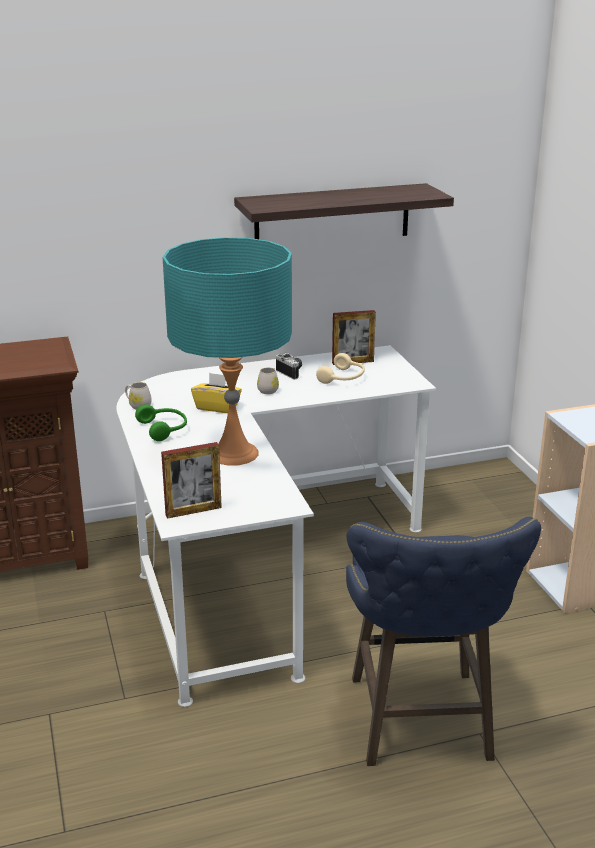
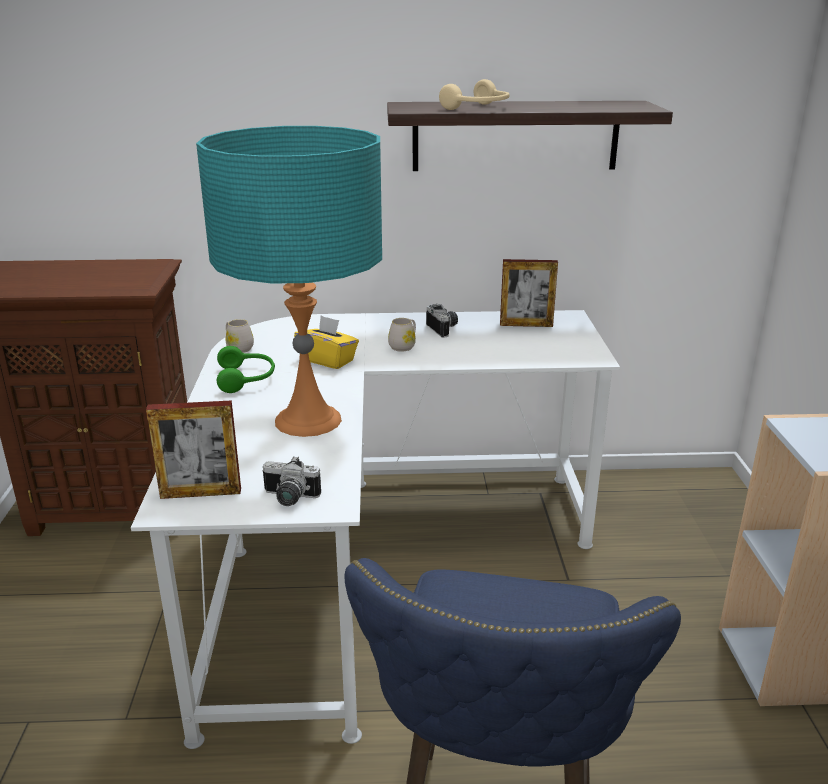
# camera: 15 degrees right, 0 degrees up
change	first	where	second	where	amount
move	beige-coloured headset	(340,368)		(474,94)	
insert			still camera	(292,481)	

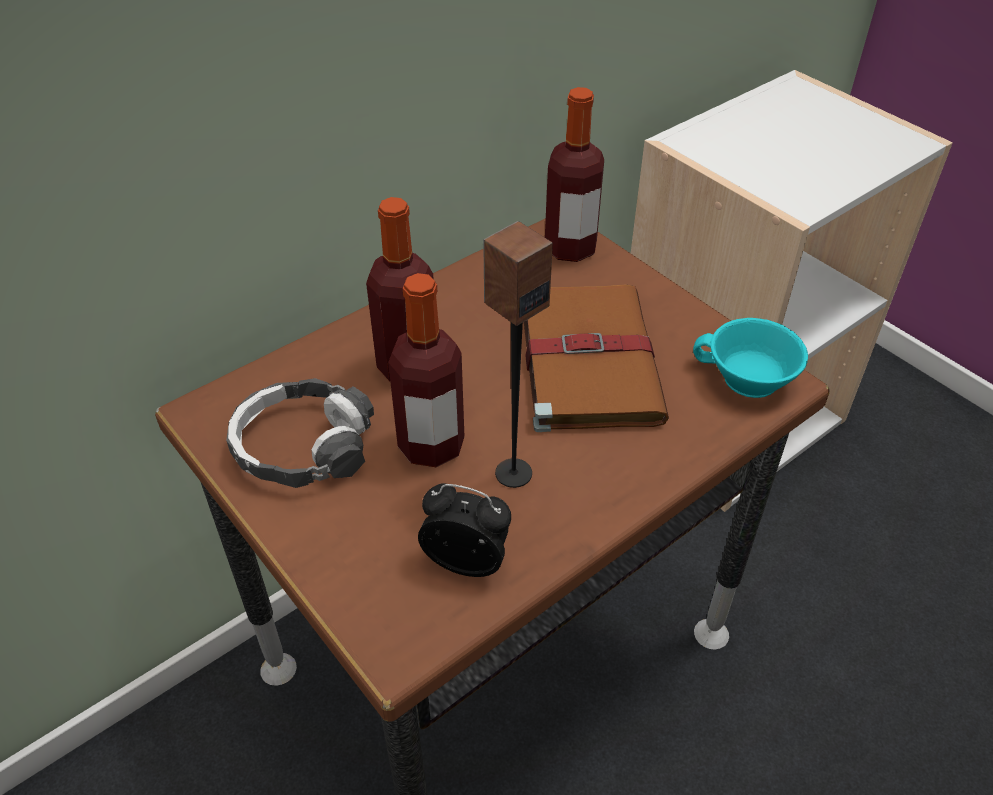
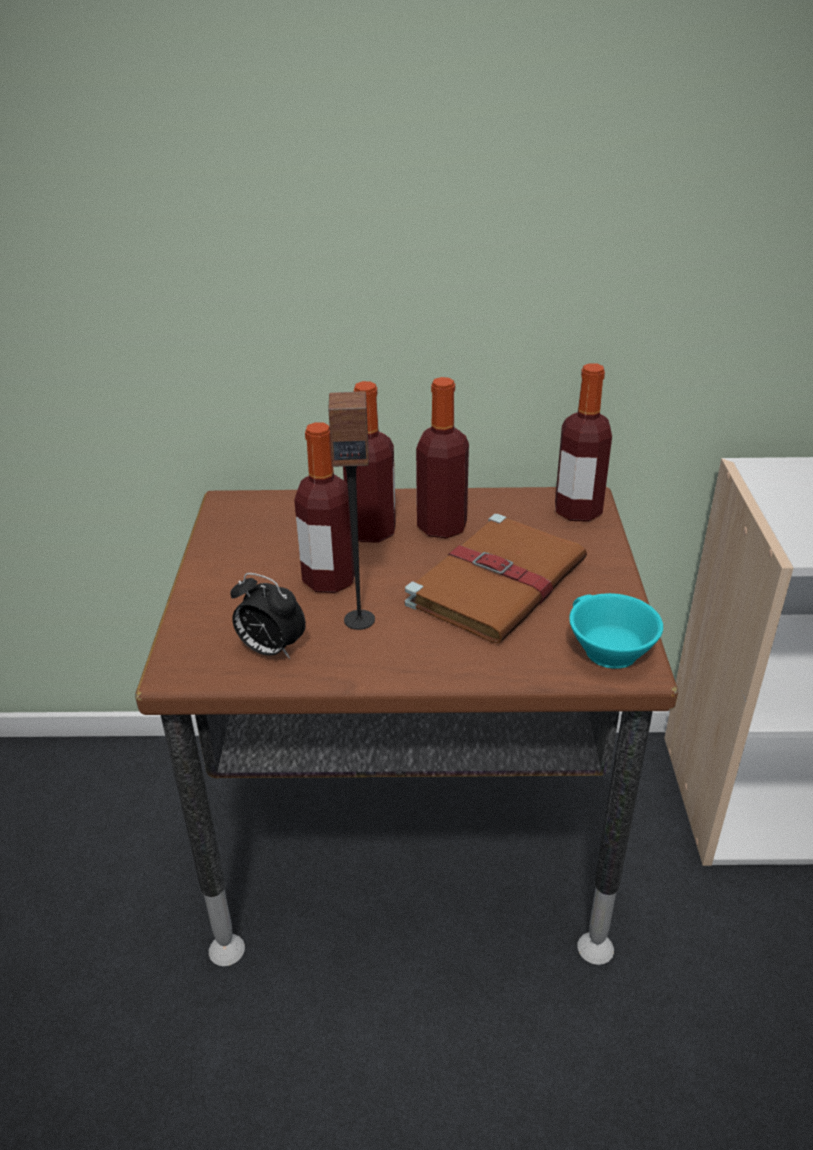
# camera: 40 degrees right, 10 degrees down
change	first	where	second	where	amount
delete	headset	(300,433)			
rotate	table clock	(464,530)		(268,616)	150 degrees clockwise
insert			bottle	(442,457)	

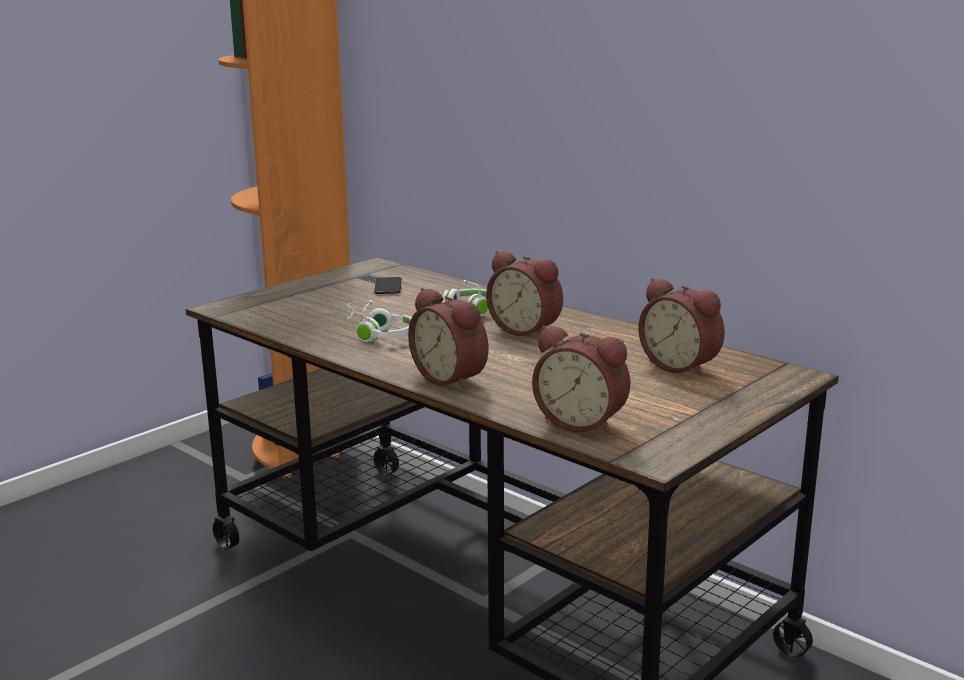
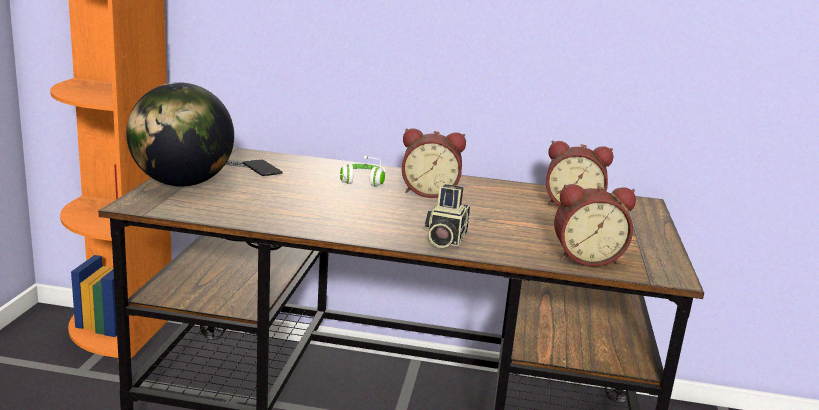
# camera: 35 degrees left, 0 degrees up
change	first	where	second	where	amount
delete	white-coloured headset	(378,321)			
replace	table clock	(448,339)	still camera	(447,216)	
insert			desk globe	(180,134)	

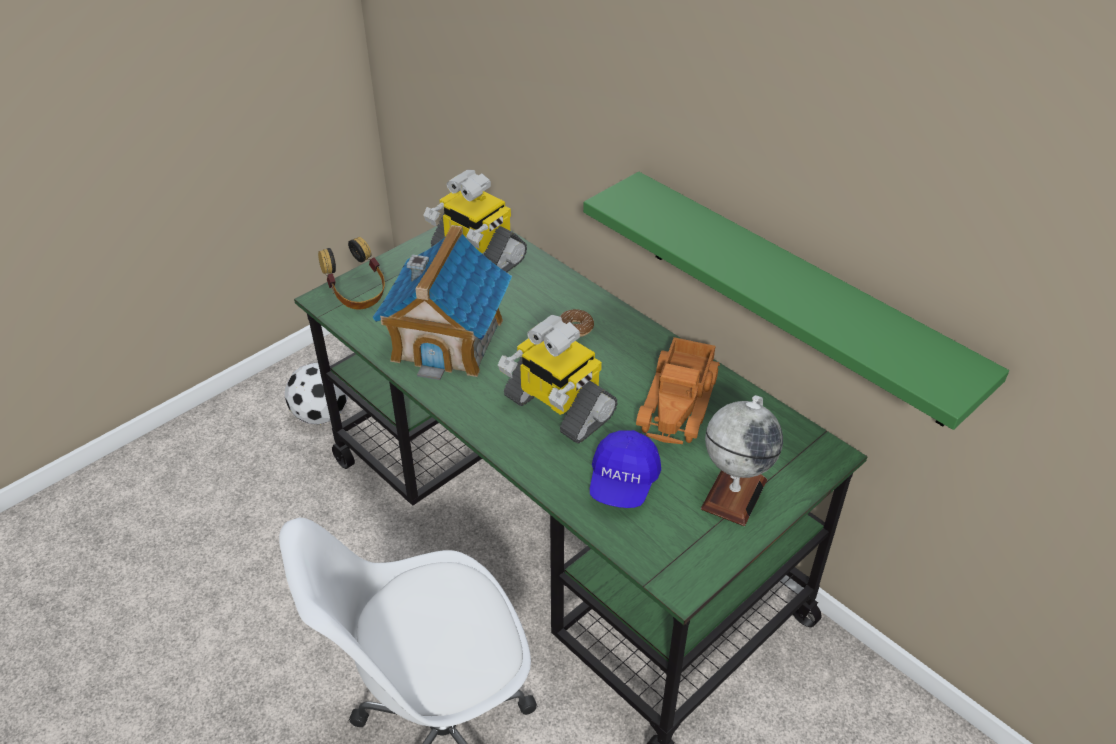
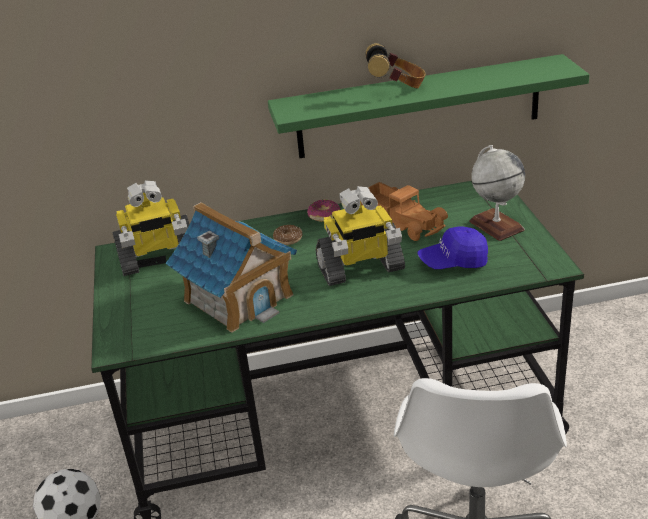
# camera: 55 degrees left, 10 degrees down
change	first	where	second	where	amount
move	headset	(351,273)		(395,66)	
rotate	blue cap	(625,469)		(453,247)	120 degrees clockwise
insert			ring doughnut	(323,210)	

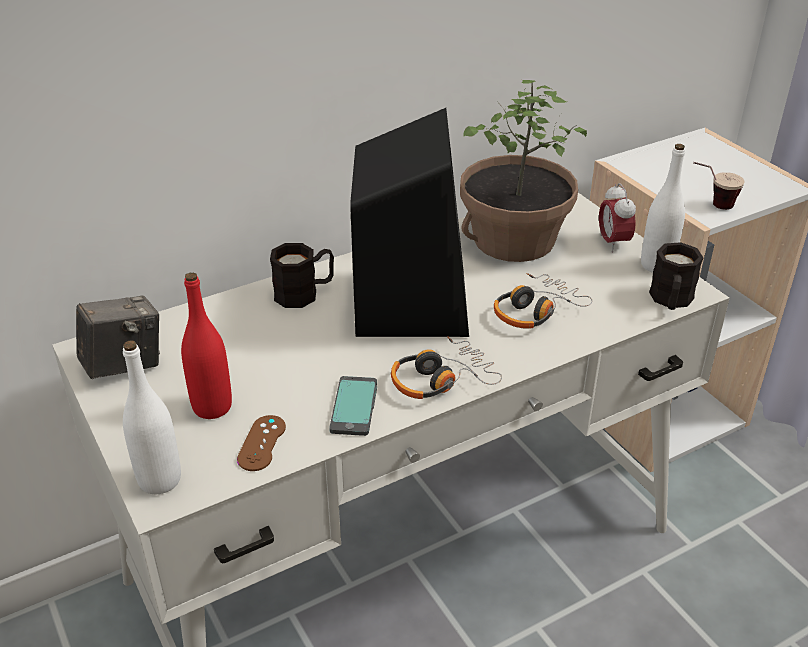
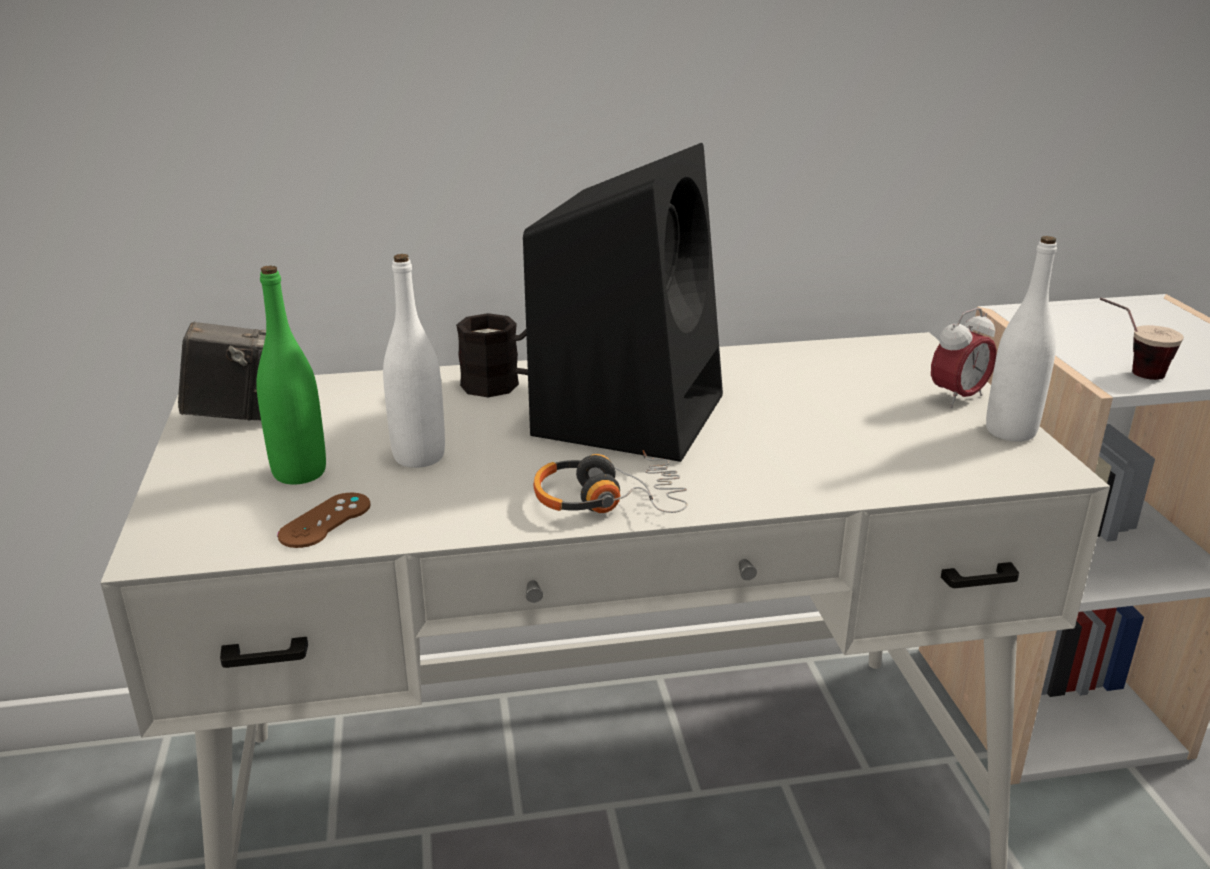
# camera: 20 degrees right, 10 degrees down
change	first	where	second	where	amount
move	white-coloured bottle	(152,417)		(414,361)	
recolor	red-coloured bottle	(206,345)	green bottle	(291,374)	
delete	telephone	(353,406)			
delete	potted plant	(523,171)			
delete	headset	(543,301)			
rotate	table clock	(617,218)		(964,358)	135 degrees counterclockwise
delete	blackish mug	(676,276)			

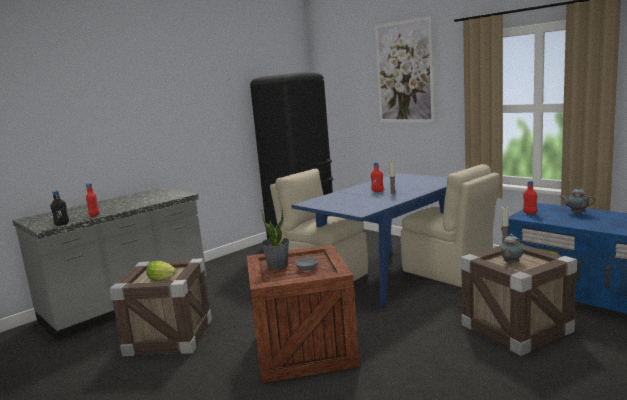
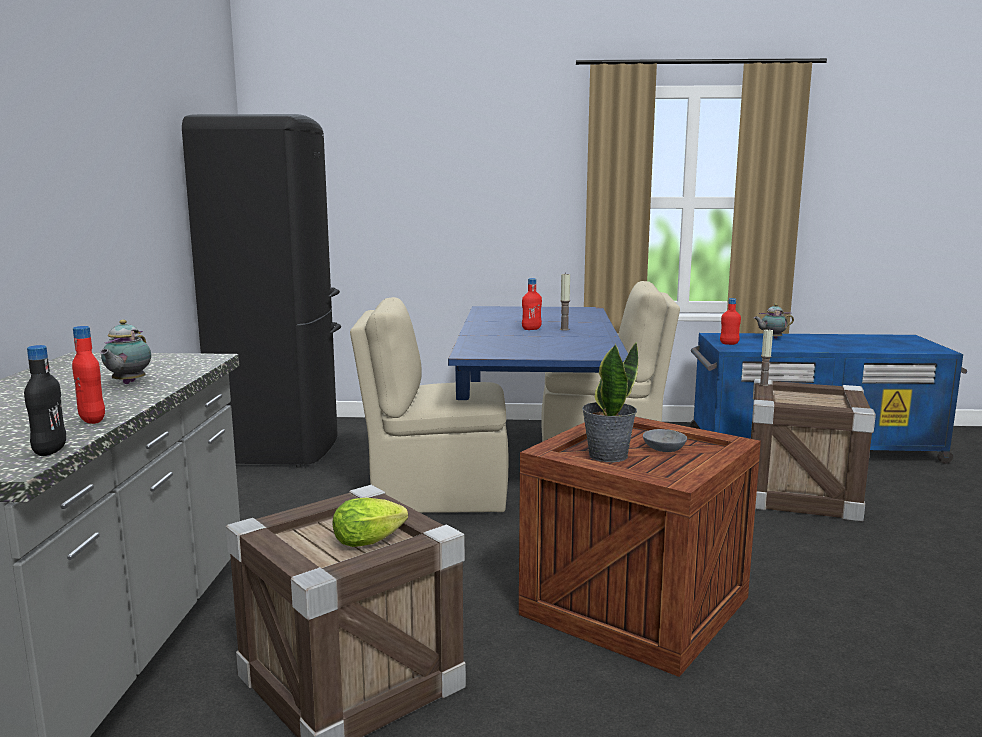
# camera: 45 degrees left, 0 degrees up
change	first	where	second	where	amount
delete	wall art	(405,69)			
move	tea pot	(511,249)		(125,352)	

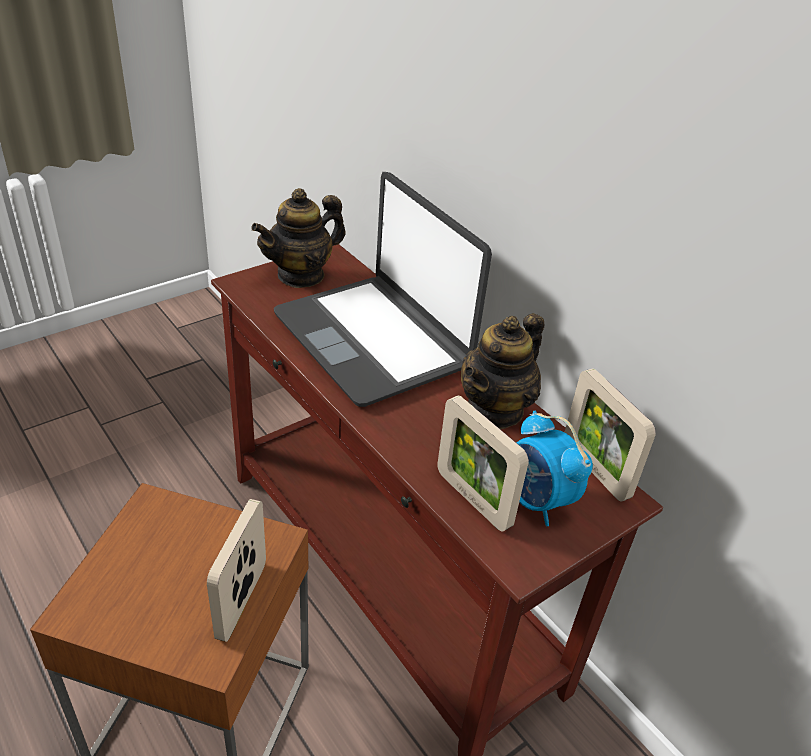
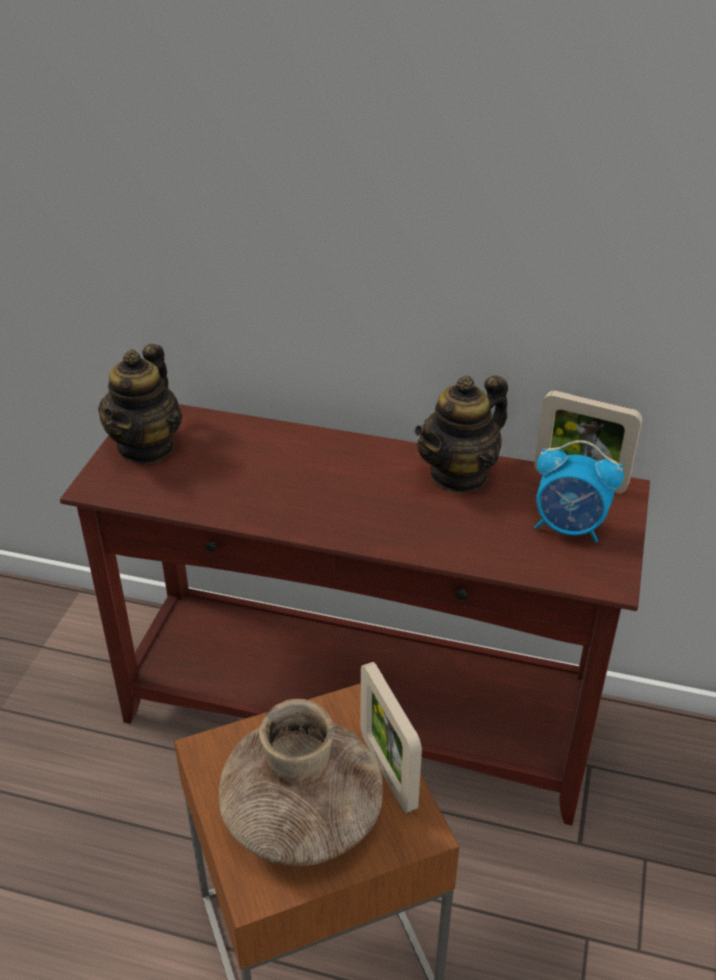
# camera: 35 degrees left, 0 degrees up
change	first	where	second	where	amount
delete	notebook computer	(383,289)			
delete	standing frame	(483,464)			
rotate	tea pot	(502,371)		(461,434)	45 degrees clockwise
insert			brownish decorative vase	(301,782)	

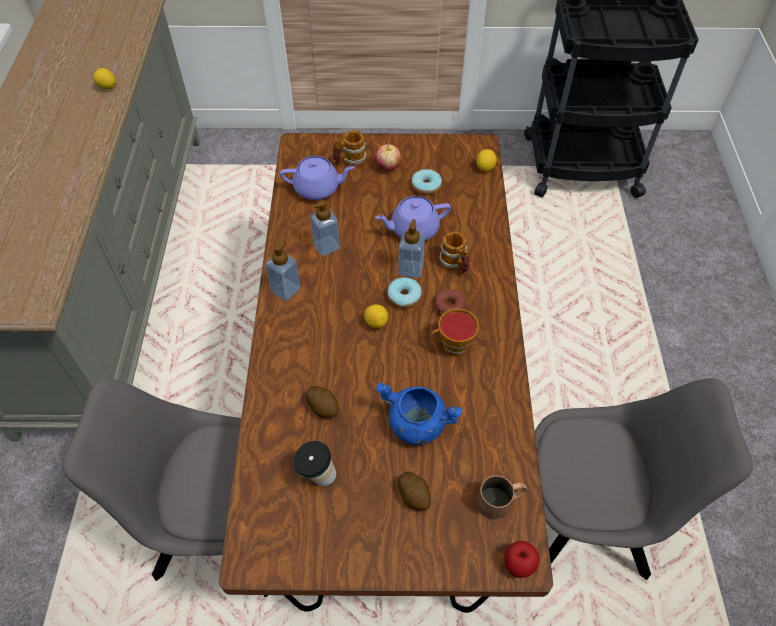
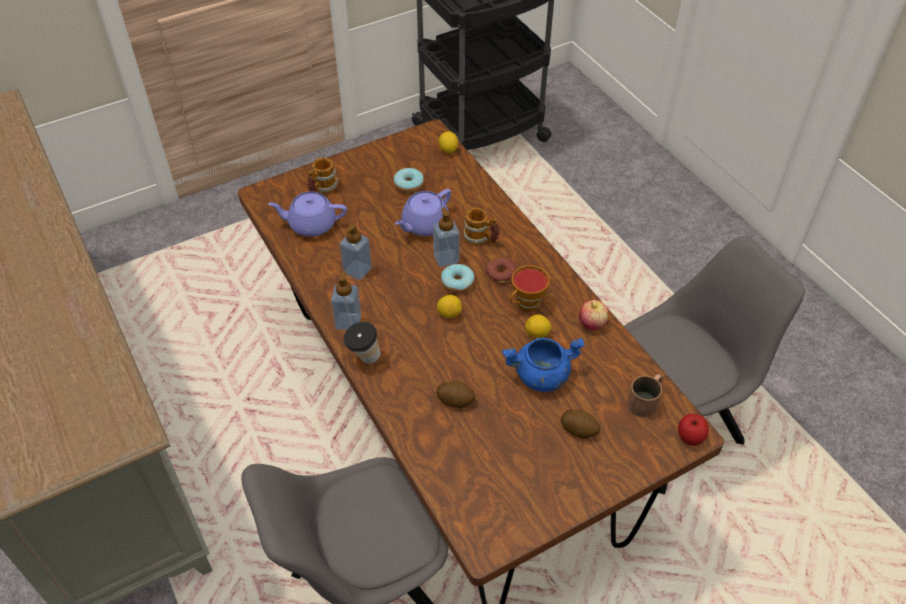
# camera: 30 degrees left, 5 degrees down
change	first	where	second	where	amount
move	whole lemon	(104,79)		(538,326)	
rotate	purplish tea pot	(317,178)		(307,214)	150 degrees counterclockwise
move	drinking cup	(314,463)		(362,343)	
move	apple fruit	(388,157)		(594,315)	

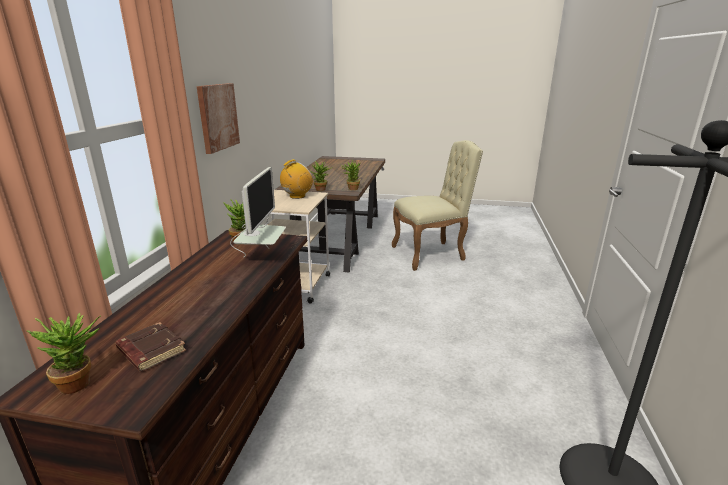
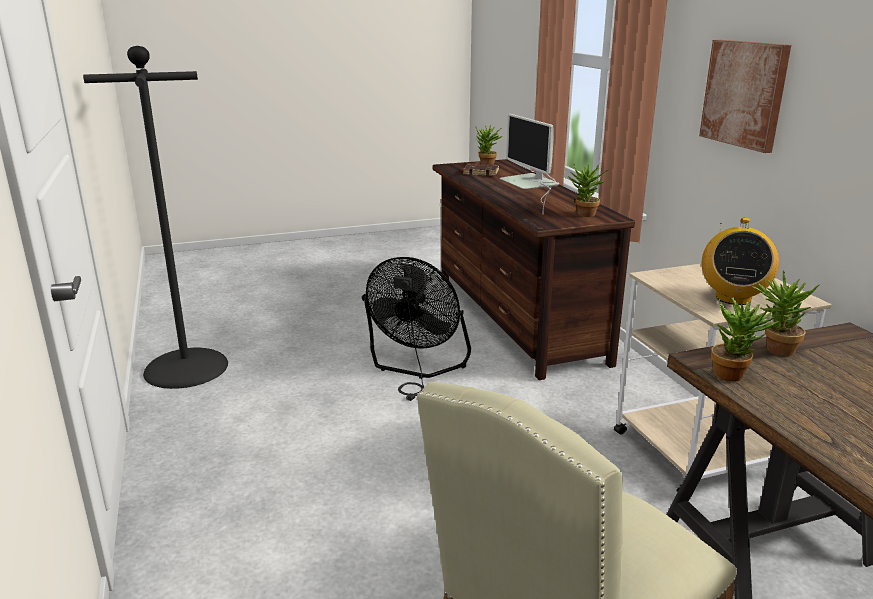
# camera: 150 degrees right, 0 degrees up
change	first	where	second	where	amount
insert			blackish fan	(416,329)	

